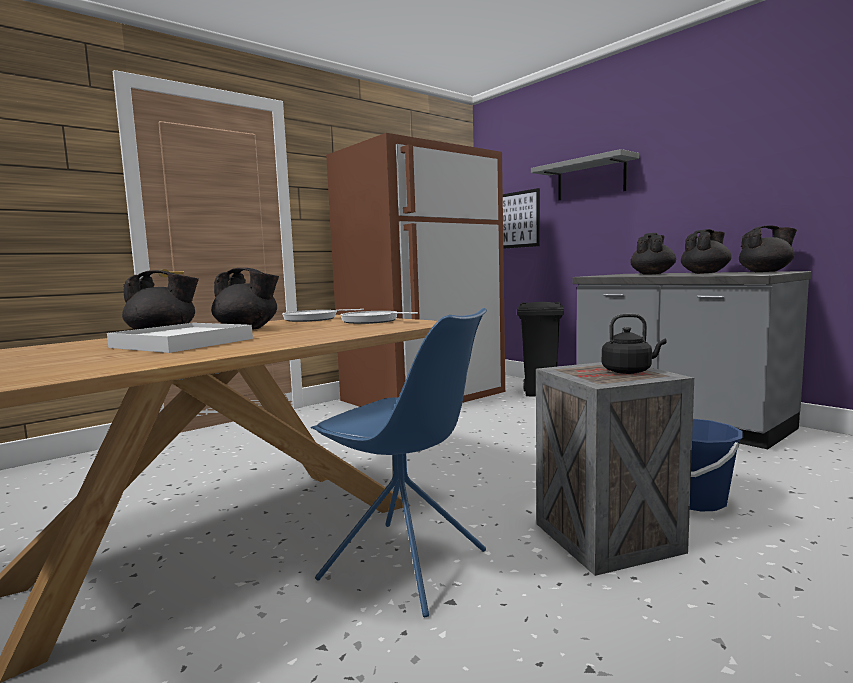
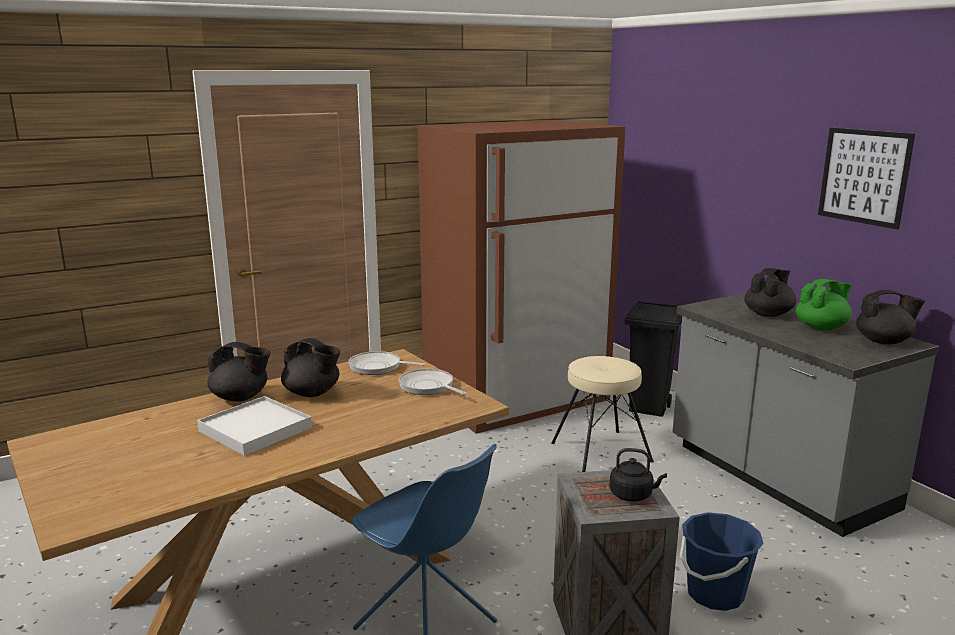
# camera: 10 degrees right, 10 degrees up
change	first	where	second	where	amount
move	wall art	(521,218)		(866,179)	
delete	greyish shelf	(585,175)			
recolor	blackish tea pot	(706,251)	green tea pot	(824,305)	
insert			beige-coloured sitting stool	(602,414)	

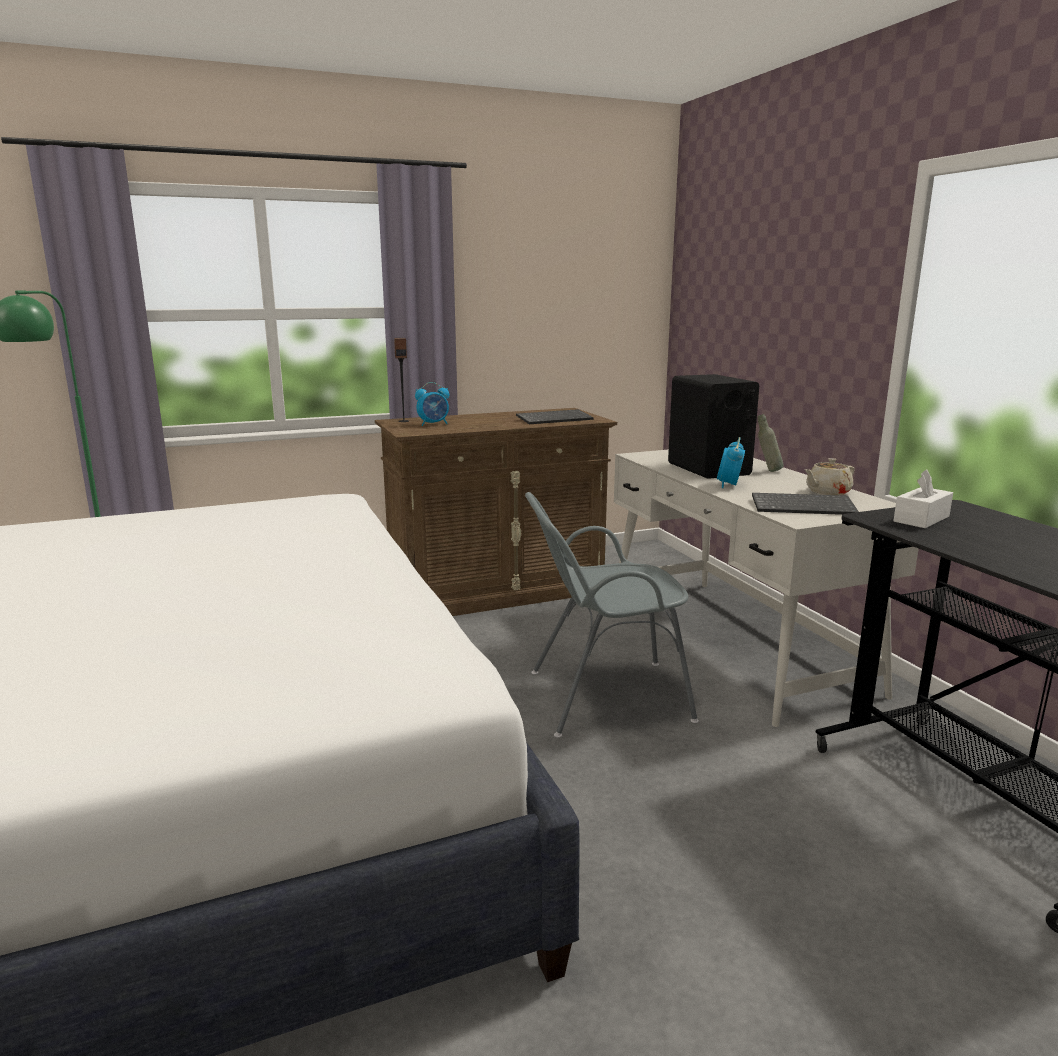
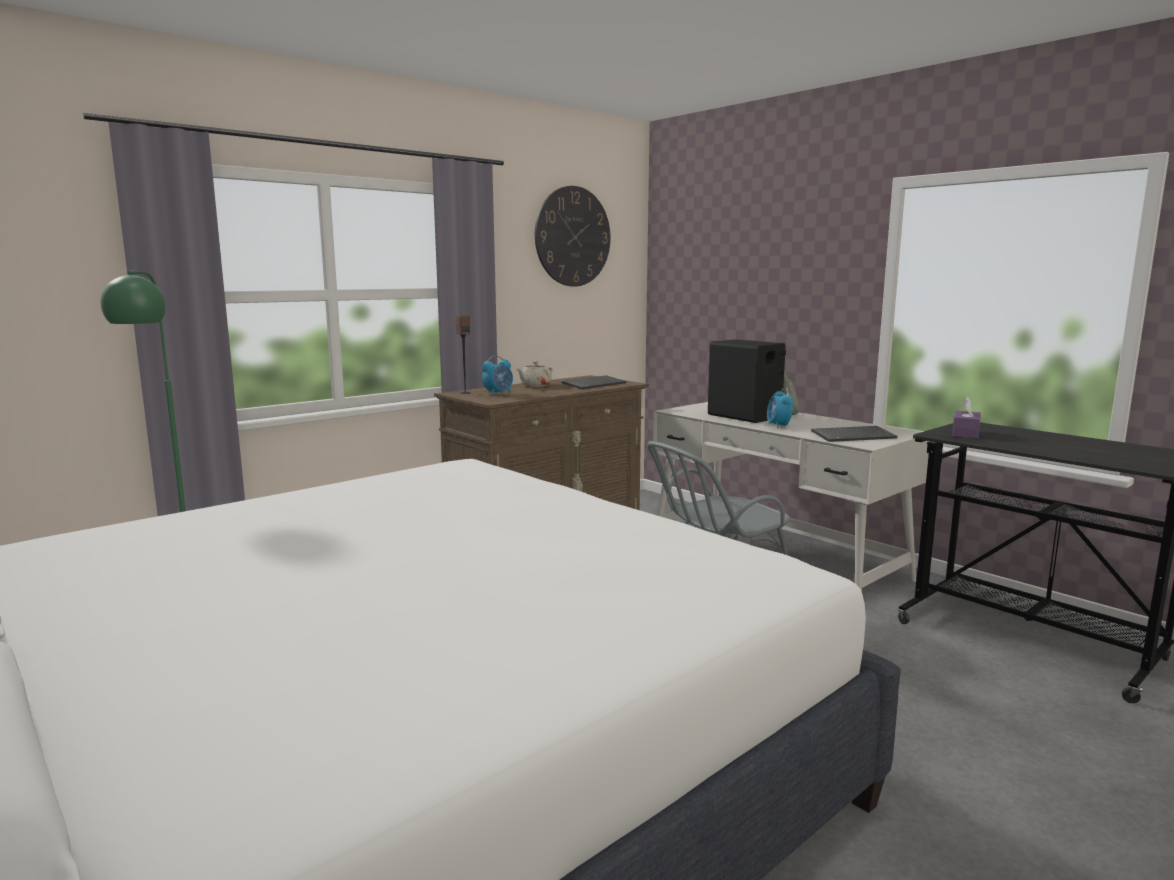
# camera: 20 degrees left, 5 degrees down
change	first	where	second	where	amount
move	beige-coloured tea pot	(829,476)		(534,374)	
recolor	white-coloured tissue holder	(923,499)	purplish tissue holder	(966,417)	
insert			clock on the wall	(572,236)	

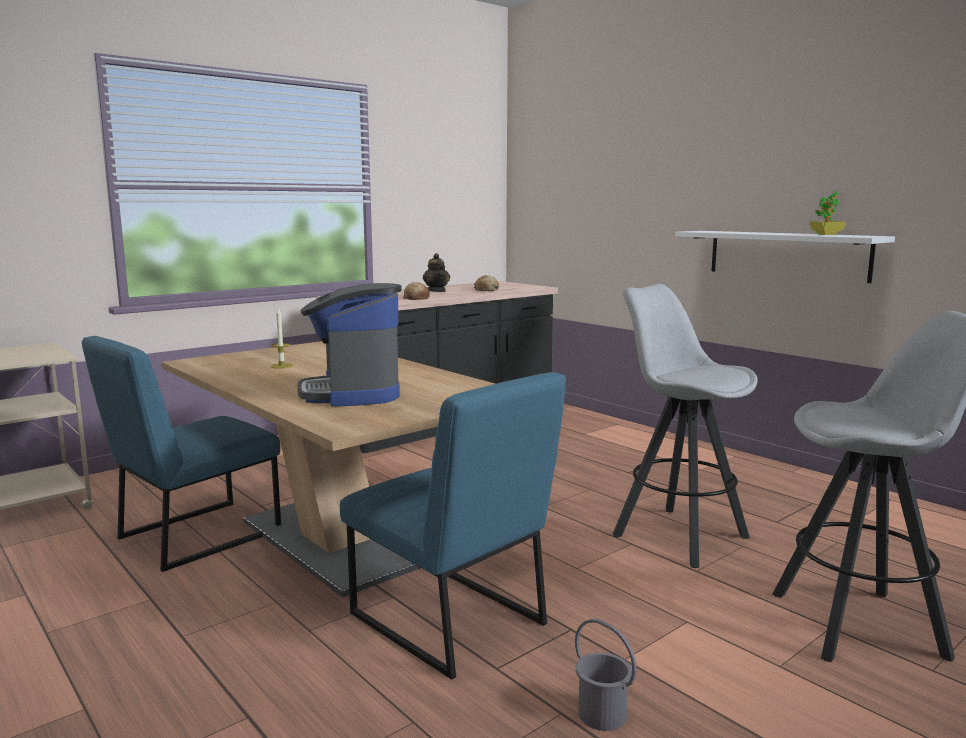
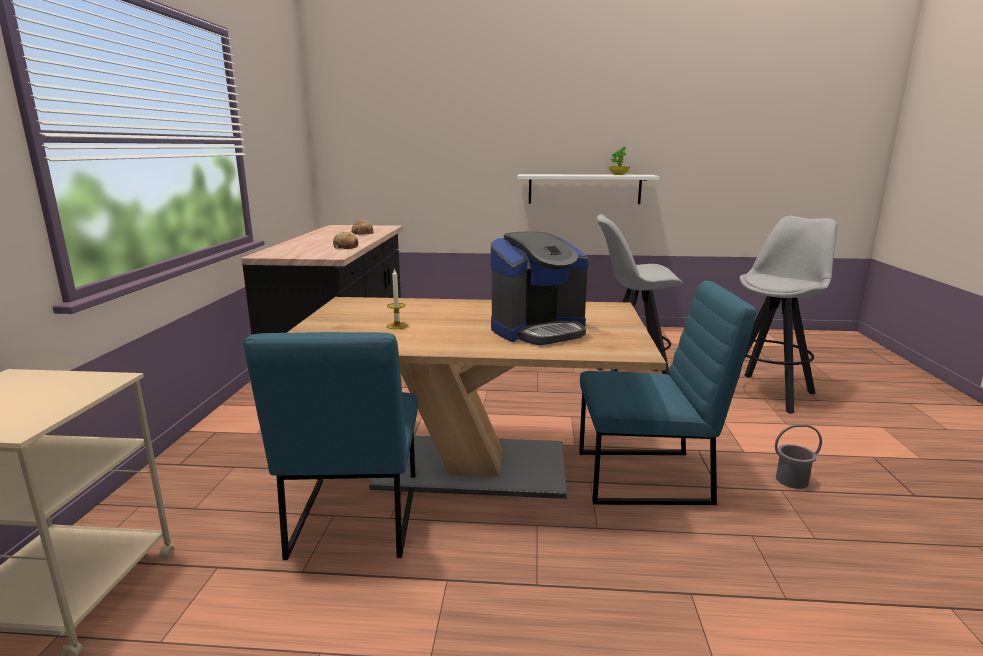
# camera: 45 degrees left, 5 degrees up
change	first	where	second	where	amount
rotate	coffee brewer	(349,345)		(540,288)	60 degrees counterclockwise
delete	tea pot	(436,272)			

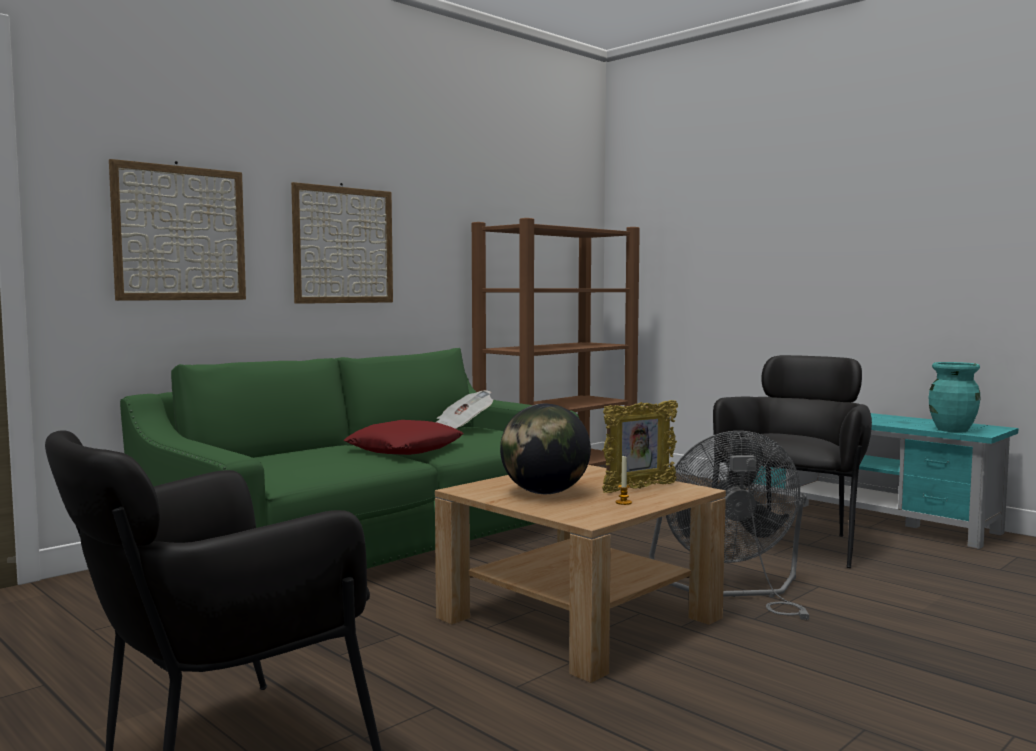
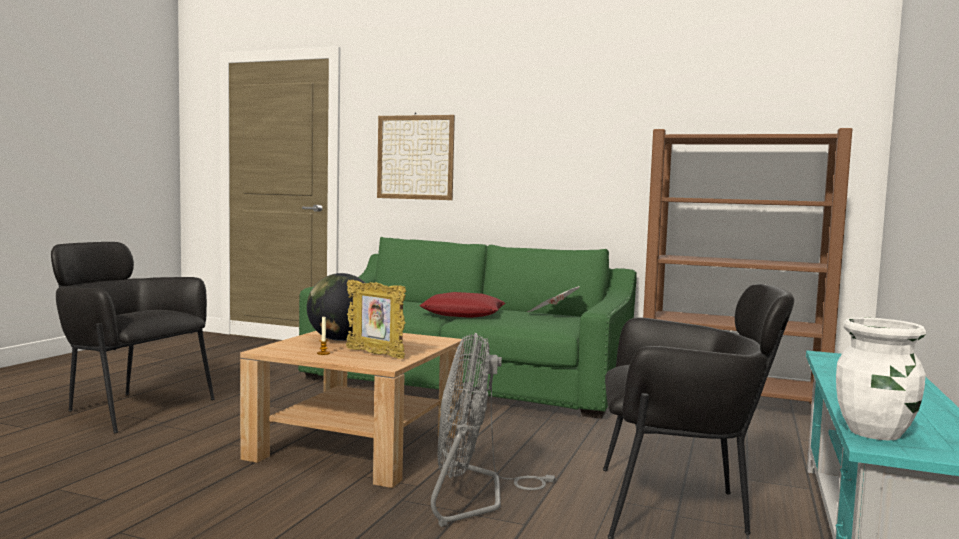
# camera: 65 degrees right, 0 degrees up
change	first	where	second	where	amount
delete	wall art	(342,243)			
rotate	greyish fan	(729,525)		(494,430)	150 degrees counterclockwise
recolor	blue-green decorative vase	(954,397)	white-coloured decorative vase	(881,378)	

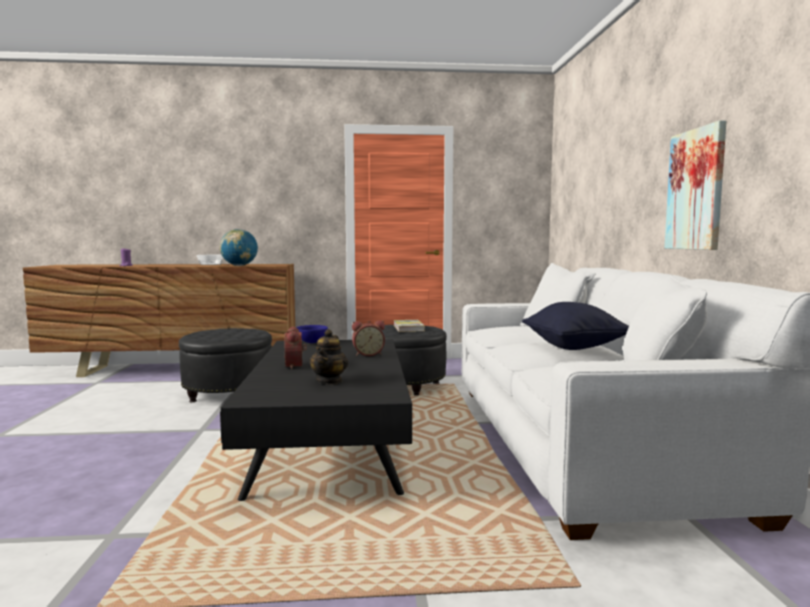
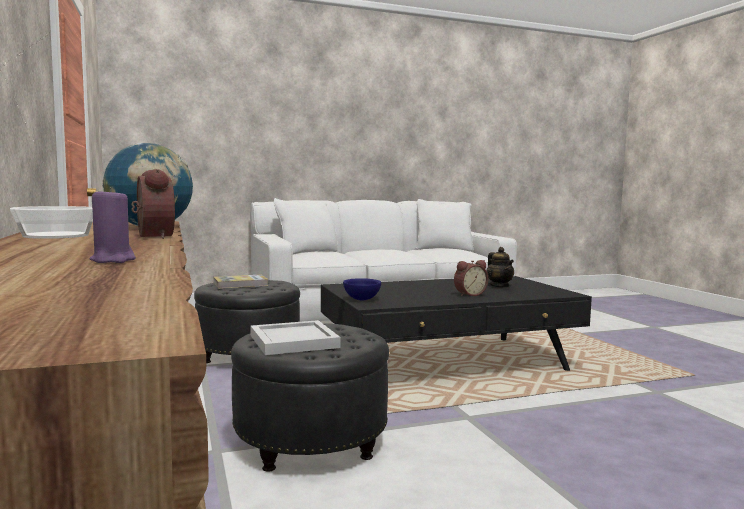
# camera: 105 degrees left, 0 degrees up
change	first	where	second	where	amount
rotate	tea pot	(328,357)		(500,267)	75 degrees clockwise
move	table clock	(368,338)		(153,204)	
delete	blackish cushion	(575,326)			
delete	wall art	(695,185)			
insert			white-coloured tray	(295,337)	

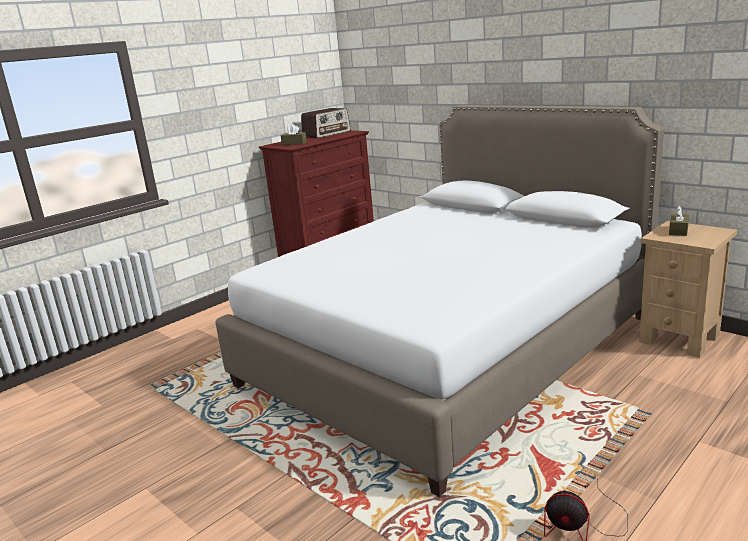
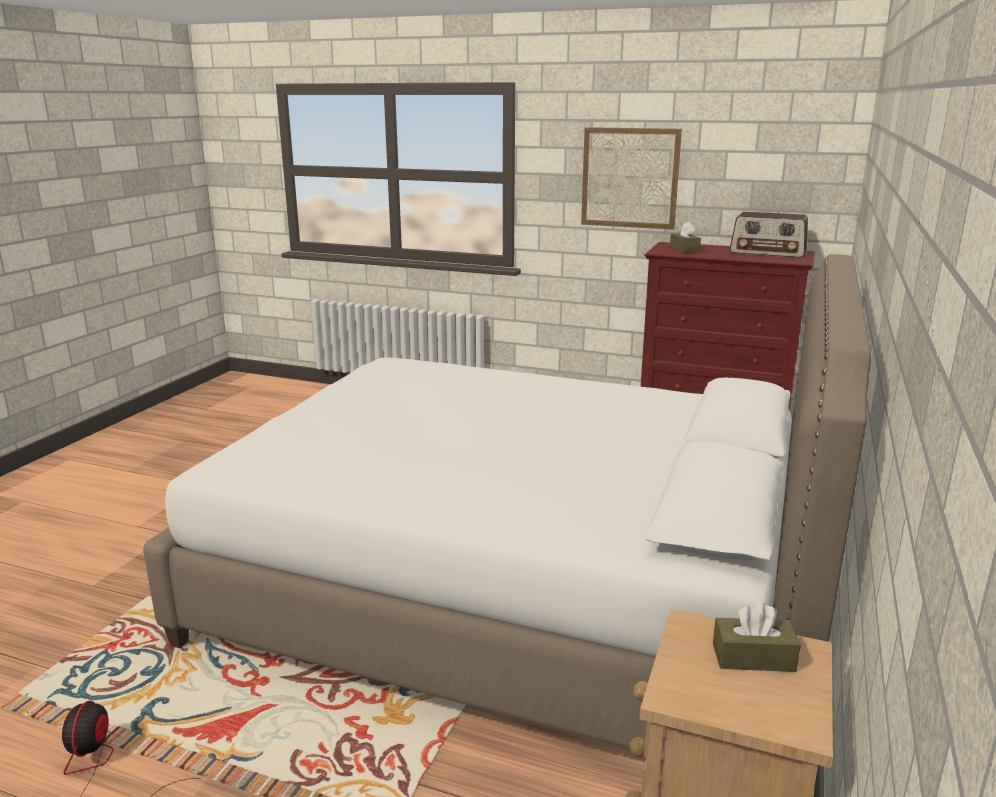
# camera: 65 degrees right, 0 degrees up
change	first	where	second	where	amount
insert			wall art	(631,177)	

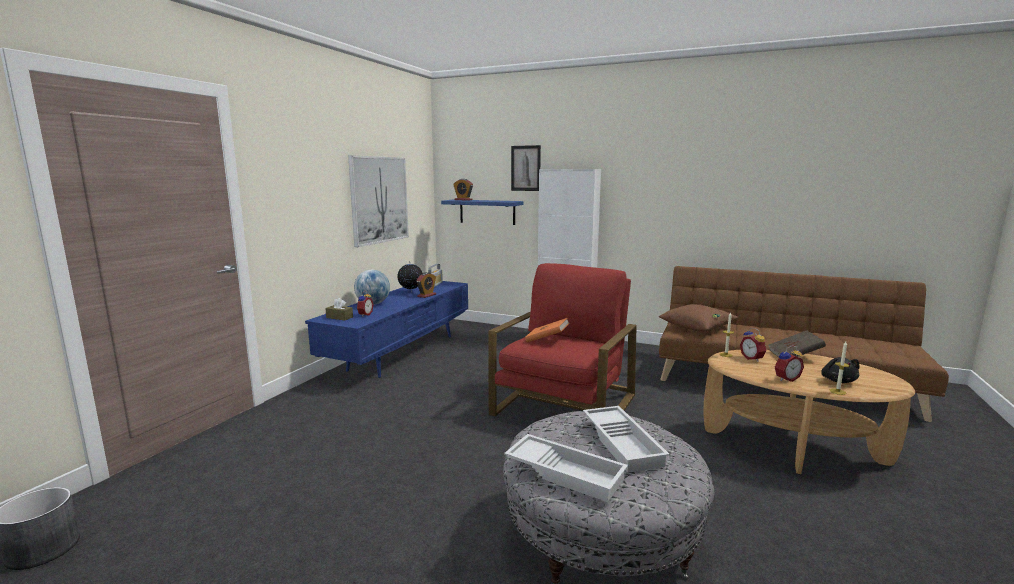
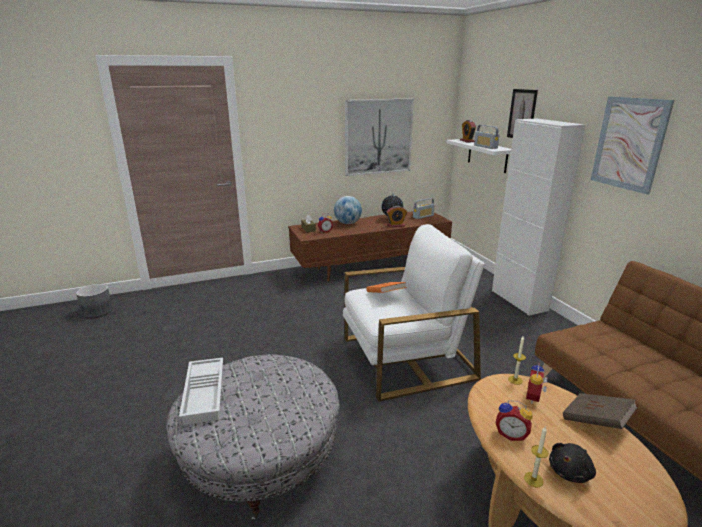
# camera: 45 degrees right, 10 degrees up
change	first	where	second	where	amount
recolor	blue tv unit	(386,329)	brownish tv unit	(370,246)	
recolor	blue shelf	(482,212)	white-coloured shelf	(479,156)	
recolor	red-coloured armchair	(562,339)	white-coloured armchair	(414,313)	
delete	white-coloured tray	(626,439)			
delete	brownish cushion	(699,318)			
insert			radio receiver	(487,137)	
insert			wall art	(632,145)	

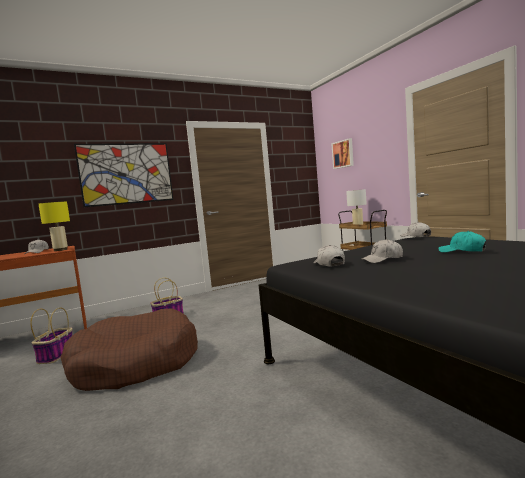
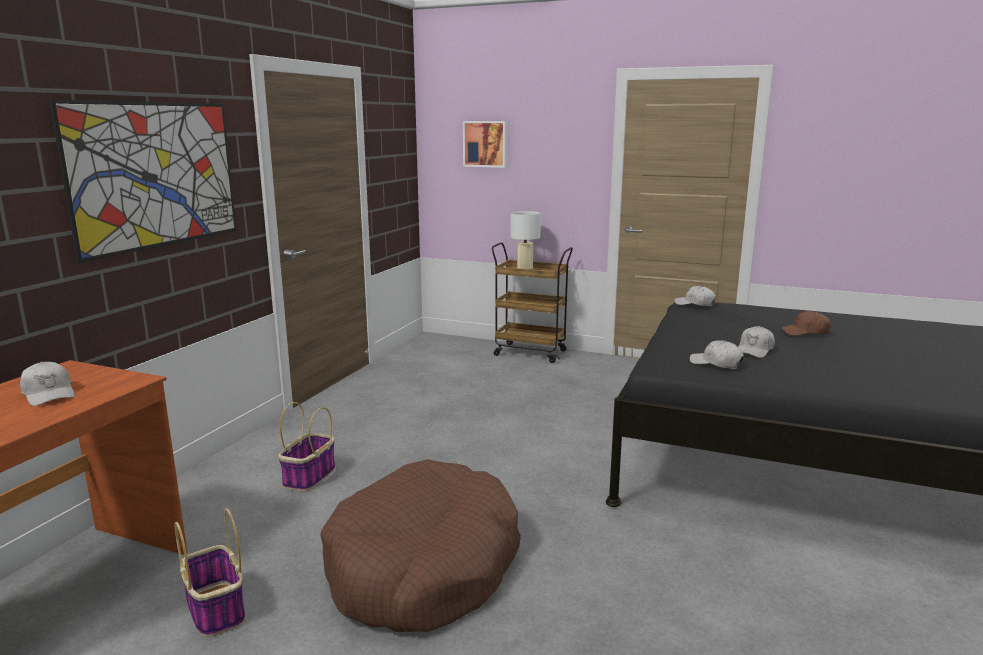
# camera: 40 degrees left, 10 degrees up
change	first	where	second	where	amount
delete	yellow table lamp	(54,226)			
recolor	blue-green cap	(462,241)	brownish cap	(806,323)	

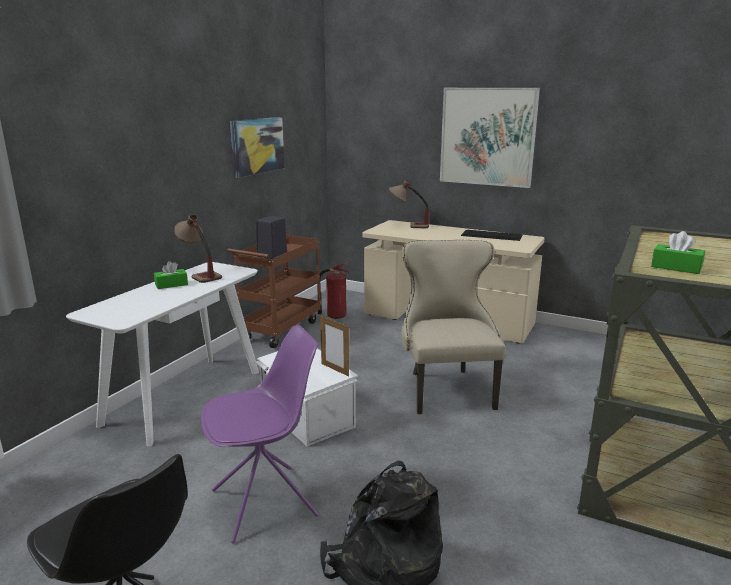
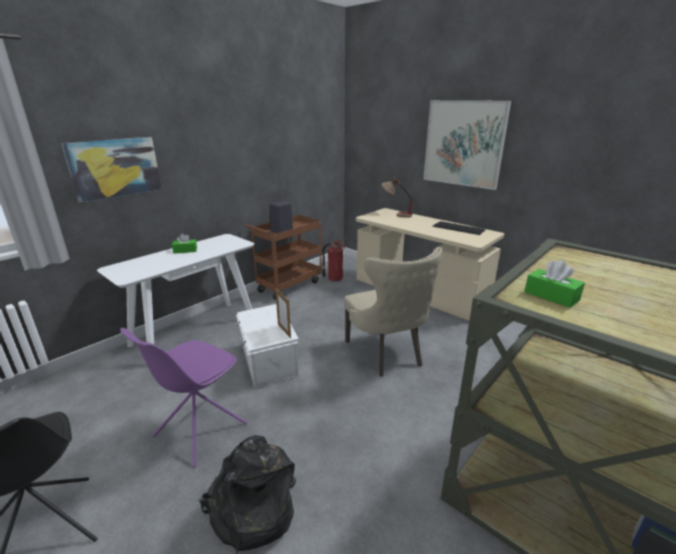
# camera: 15 degrees right, 5 degrees up
change	first	where	second	where	amount
delete	table lamp	(198,248)			
rotate	purplish chair	(260,434)		(183,398)	135 degrees clockwise
move	wall art	(257,147)		(111,170)	
rotate	beige-coloured chair	(453,327)		(393,311)	150 degrees clockwise

